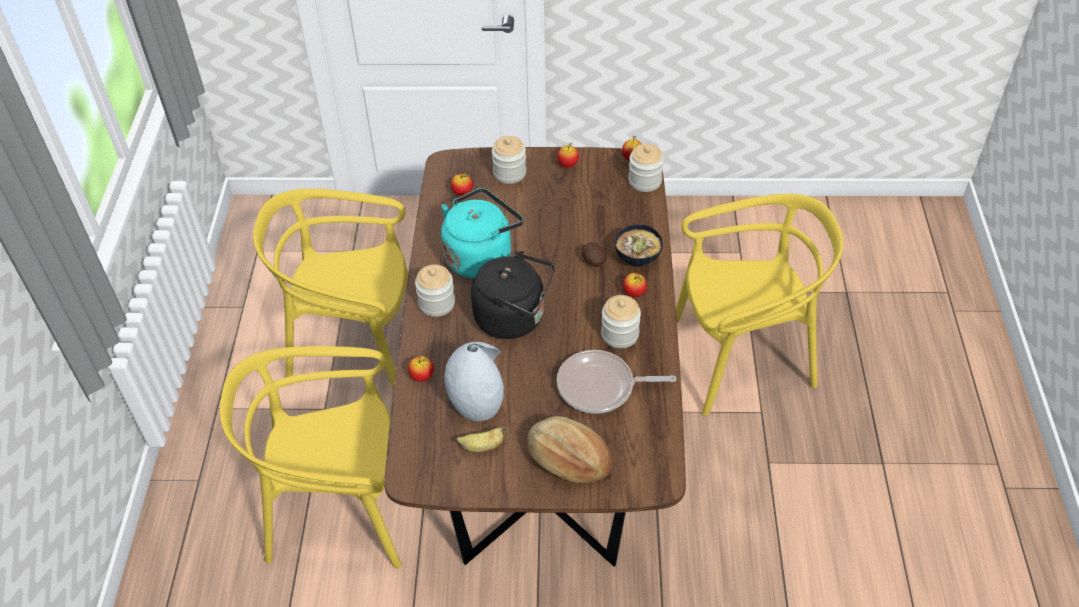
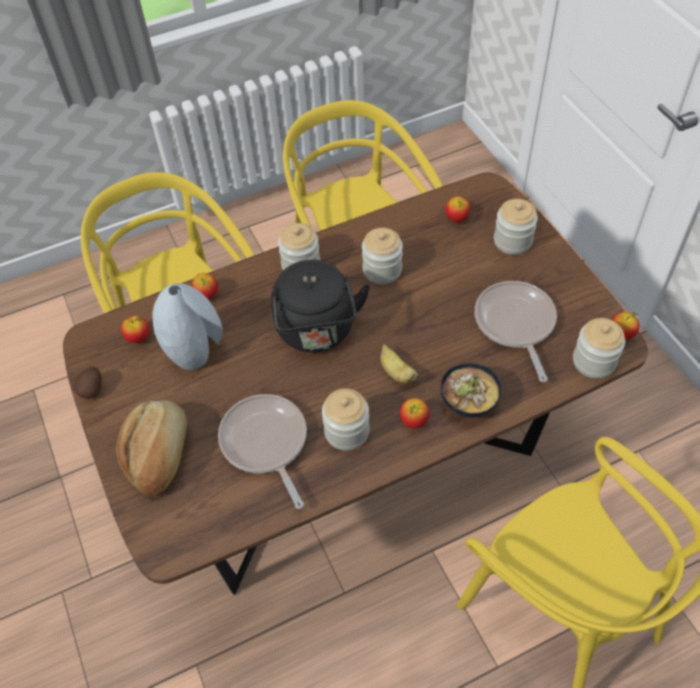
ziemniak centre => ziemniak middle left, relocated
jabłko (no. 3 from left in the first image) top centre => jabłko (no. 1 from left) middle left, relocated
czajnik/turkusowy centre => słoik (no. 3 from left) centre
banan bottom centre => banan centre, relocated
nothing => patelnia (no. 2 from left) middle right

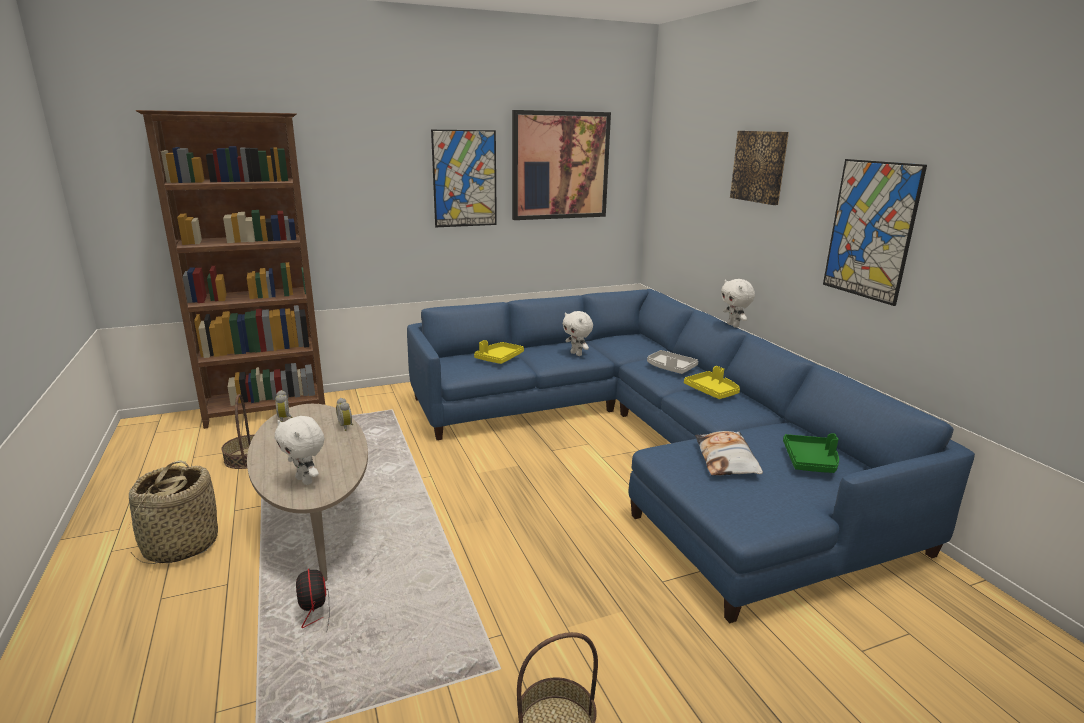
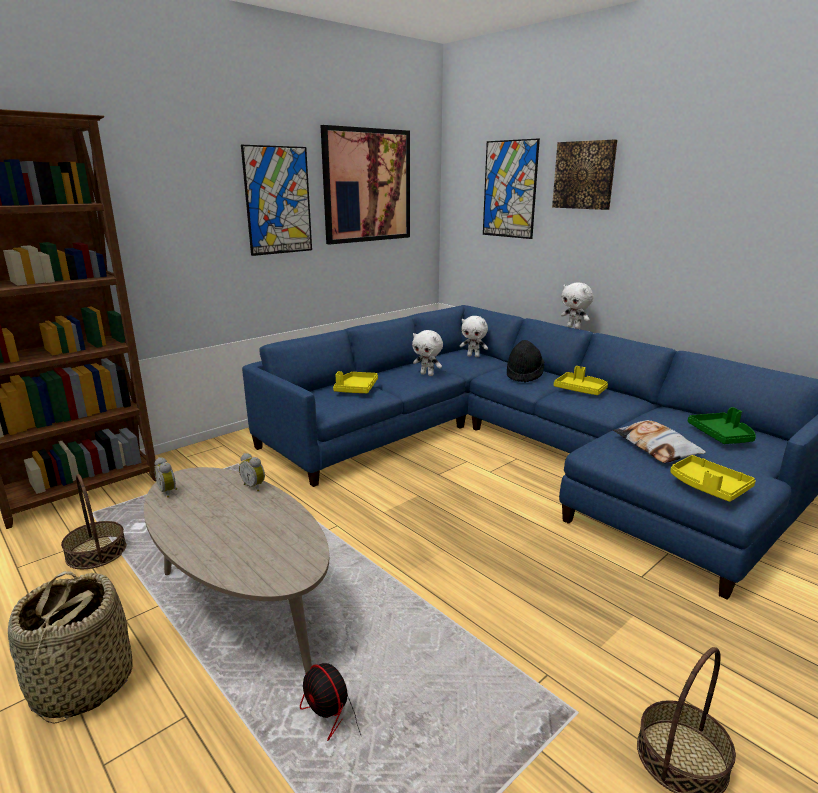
pluszak/biały (no. 1 from left in the first image) middle left => pluszak/biały (no. 2 from left) centre, relocated
obraz (no. 4 from left in the first image) top right => obraz (no. 3 from left) top centre, relocated
taca/szary centre => kapelusz/czarny centre
nothing => taca/żółty (no. 3 from left) middle right

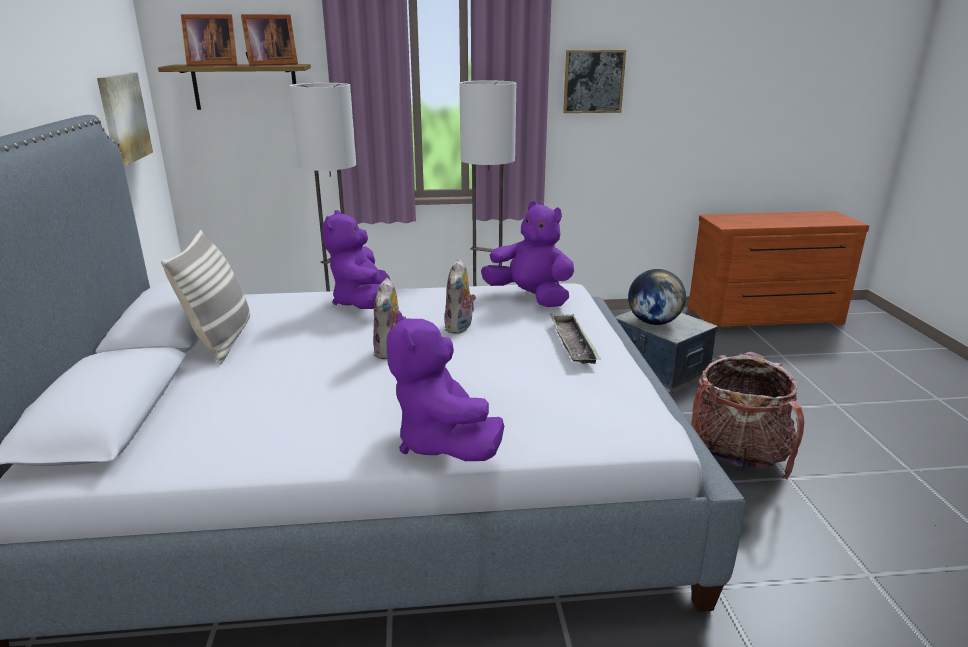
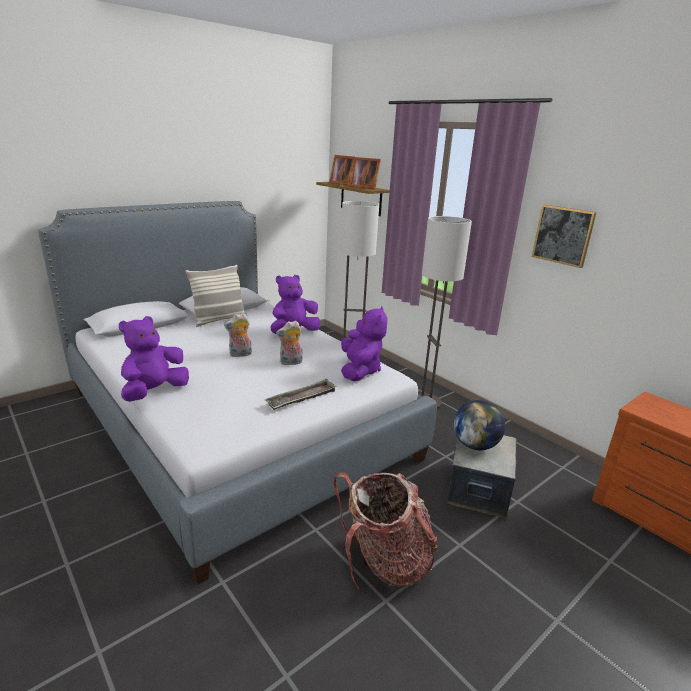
obraz (no. 1 from left) top left => nothing

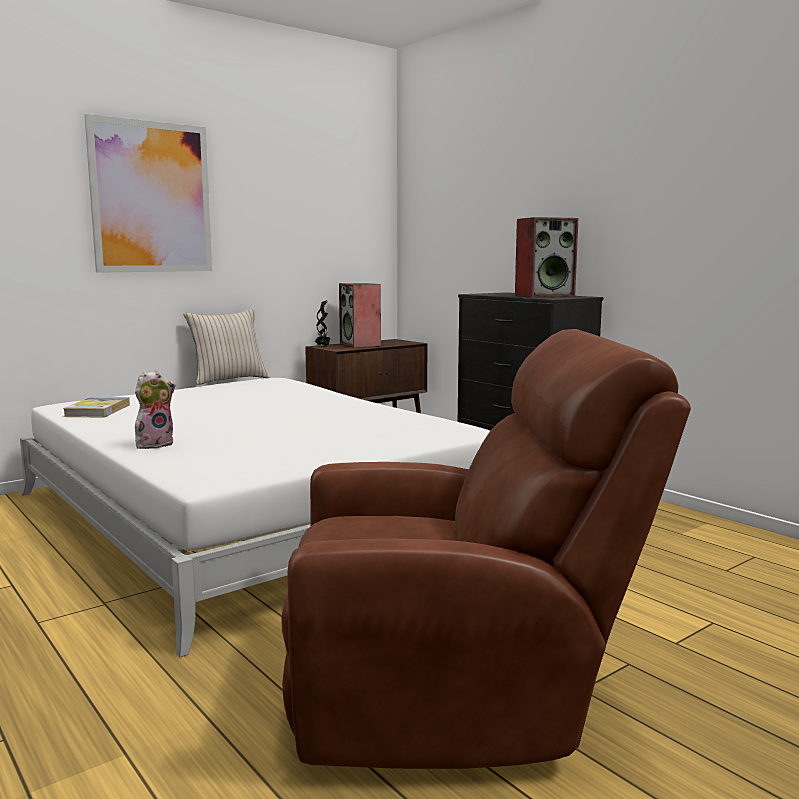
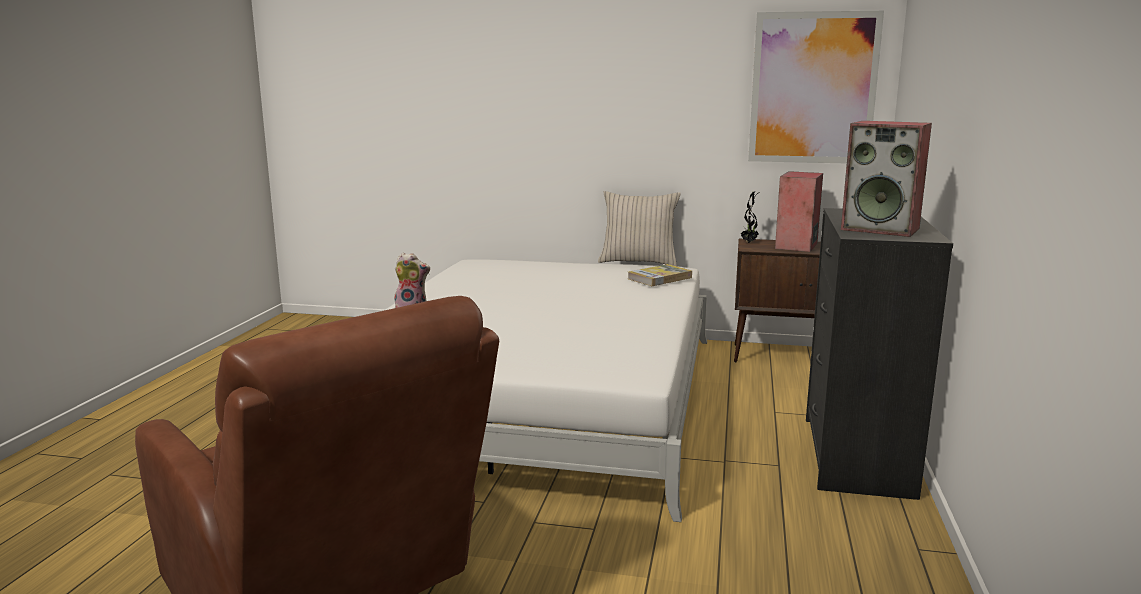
książka middle left => książka centre, relocated
obraz top left => obraz top right, relocated

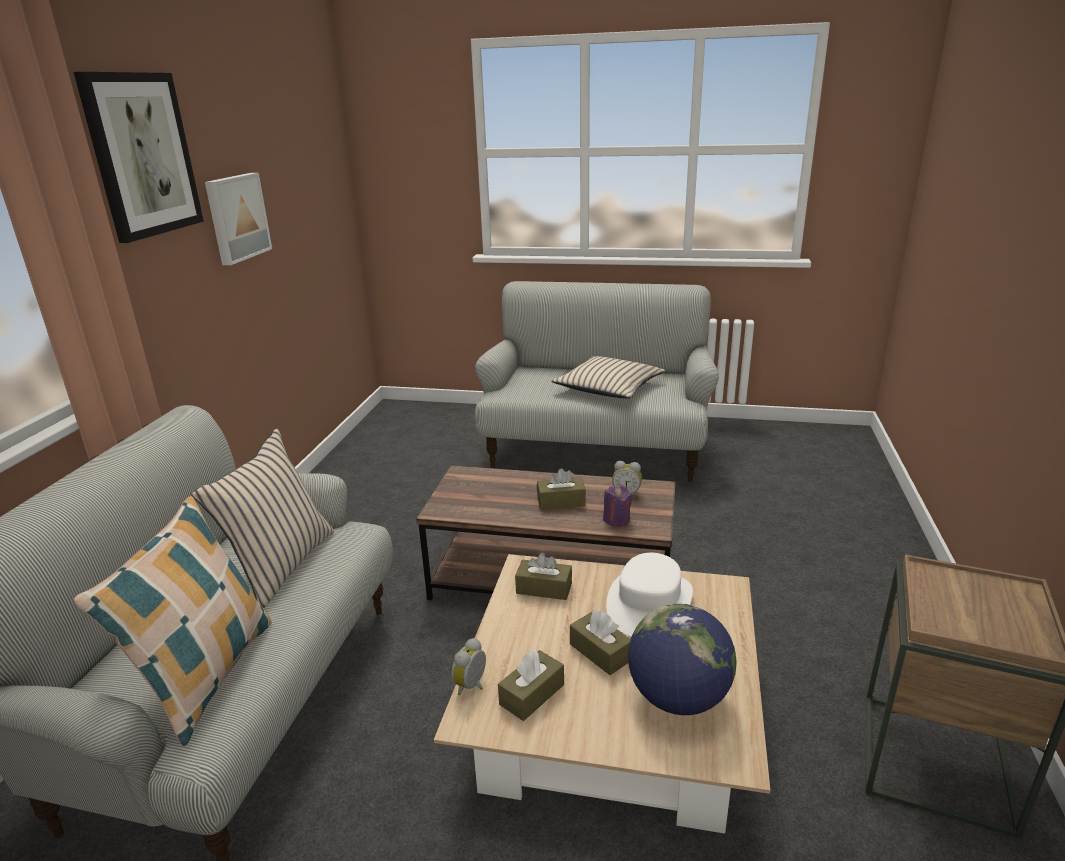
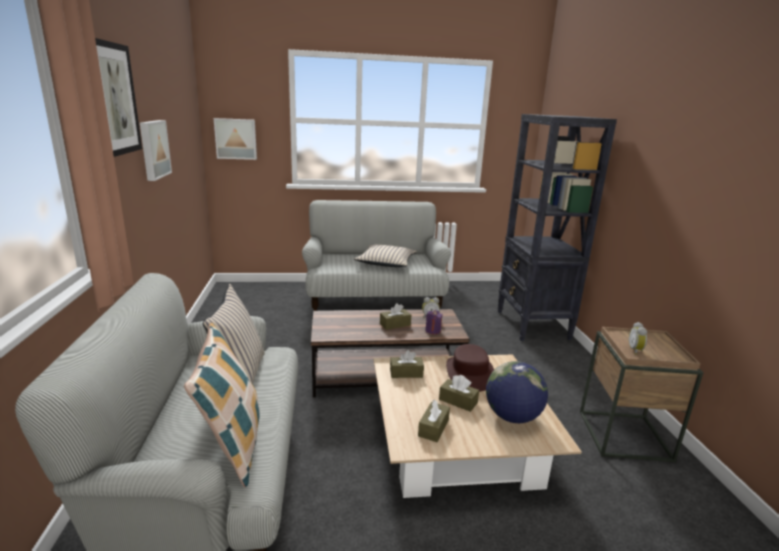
nothing => obraz (no. 3 from left) top left
kapelusz/biały bottom centre => kapelusz/brązowy bottom centre
nothing => regał/czarny middle right
budzik (no. 1 from left in the first image) bottom centre => budzik (no. 2 from left) middle right, relocated

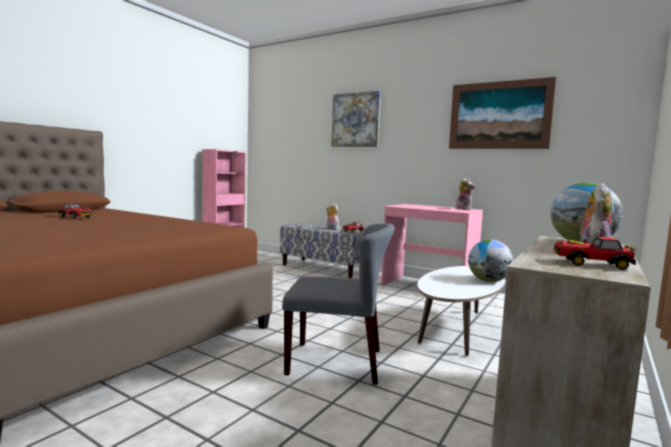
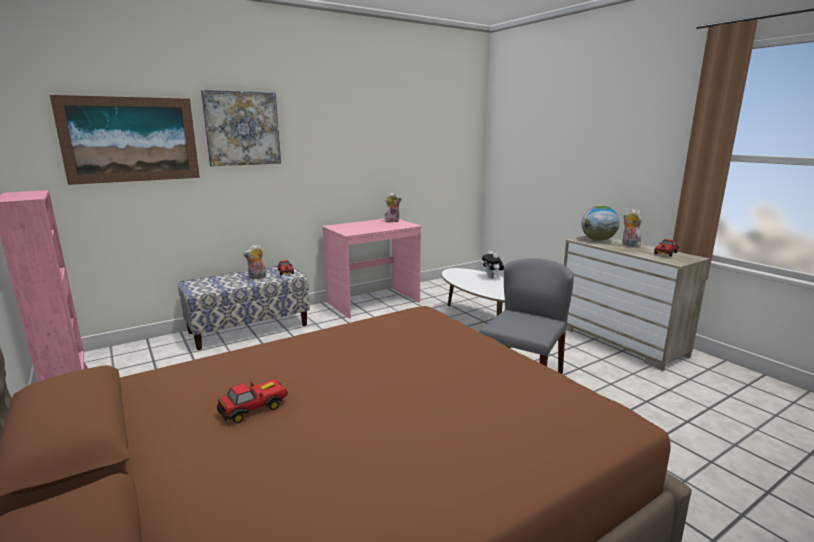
obraz (no. 2 from left in the first image) top right => obraz (no. 1 from left) top left, relocated
globus (no. 1 from left) middle right => pluszak (no. 3 from left) centre

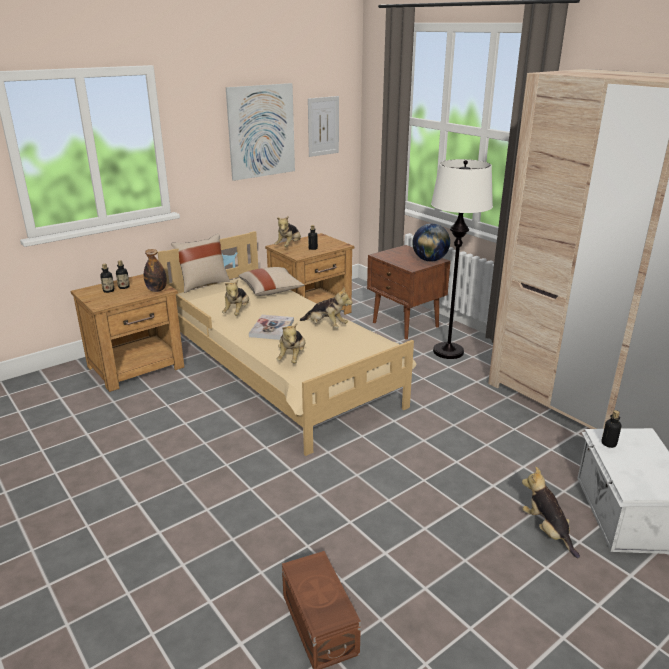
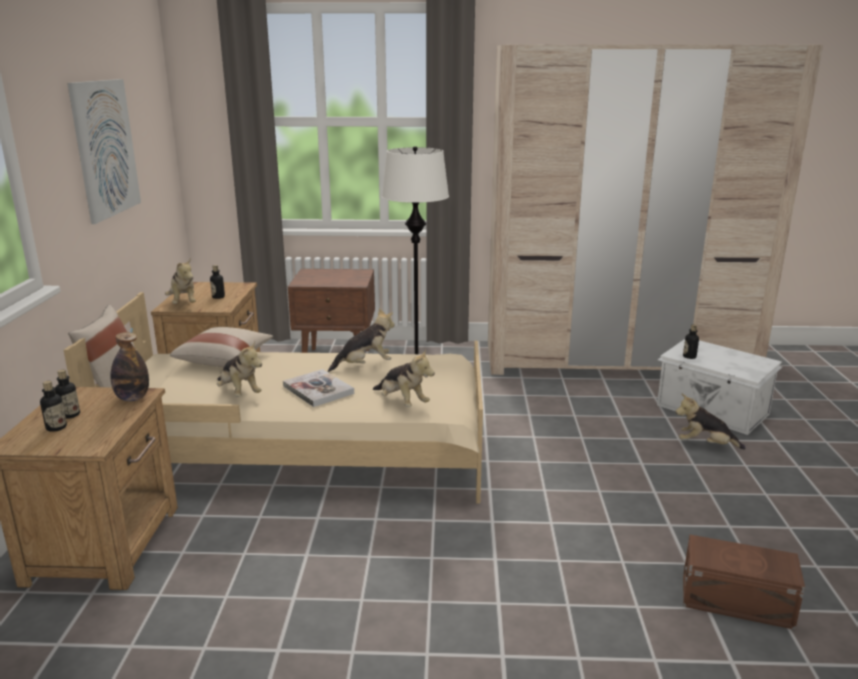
obraz (no. 2 from left) top centre => nothing
globus centre => nothing

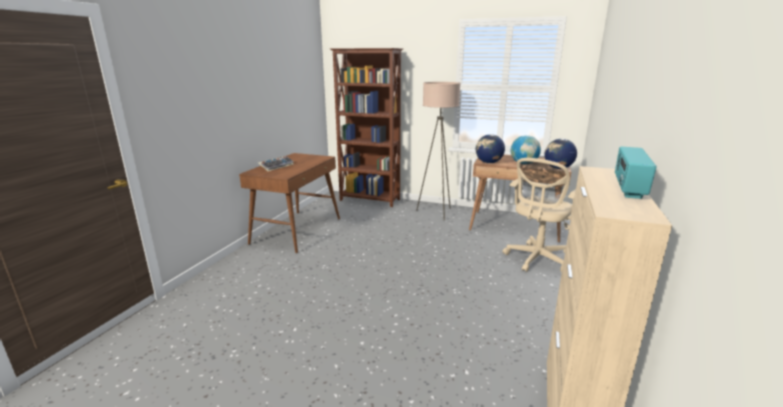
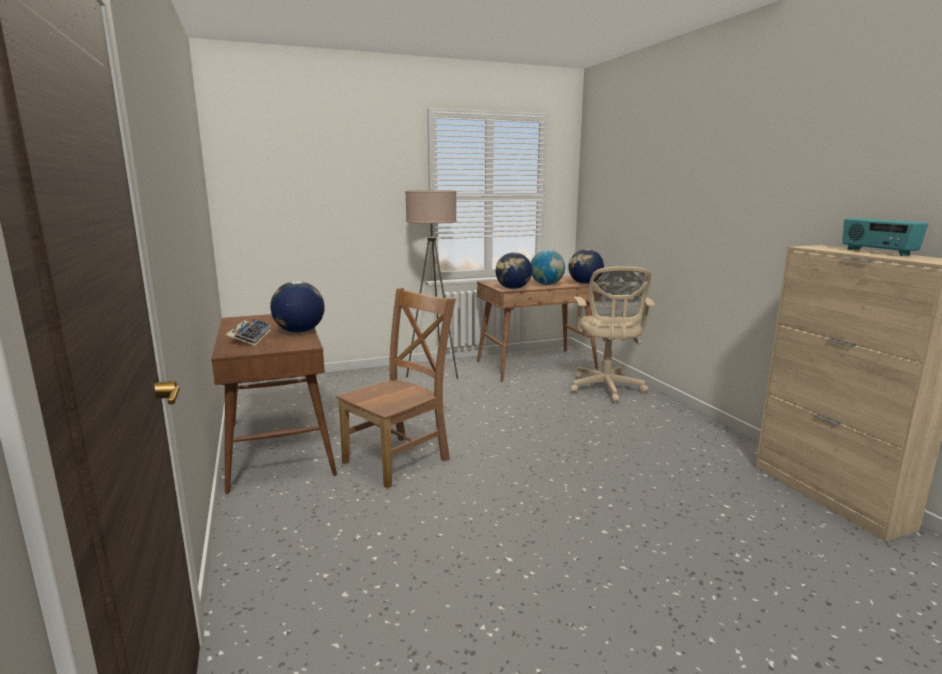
nothing => globus (no. 1 from left) middle left
nothing => krzesło/brązowy centre
regał/brązowy top centre => nothing

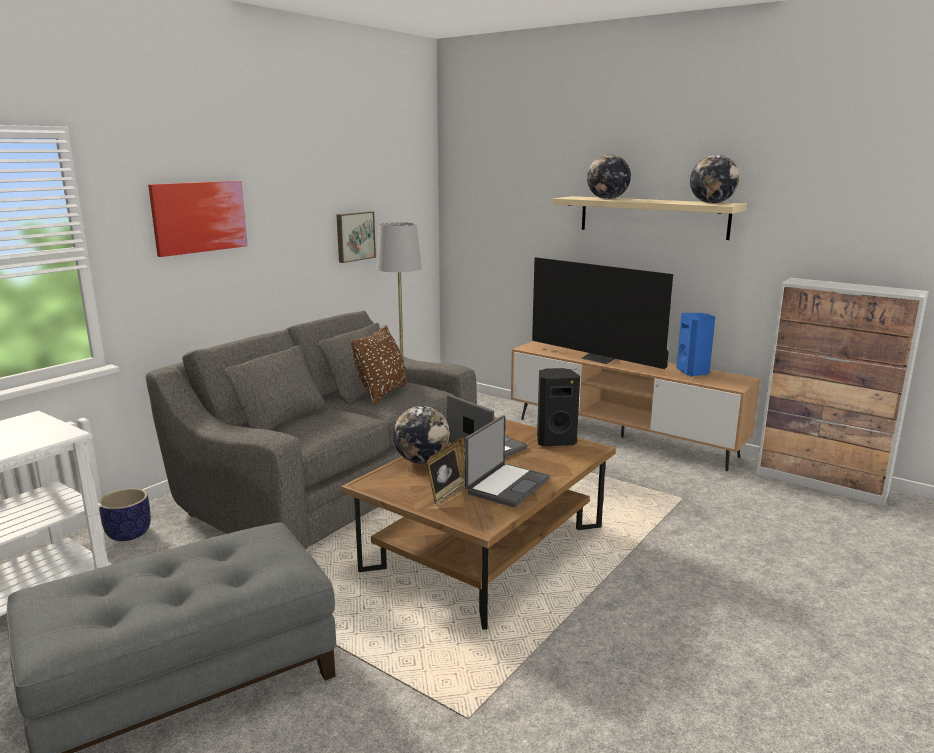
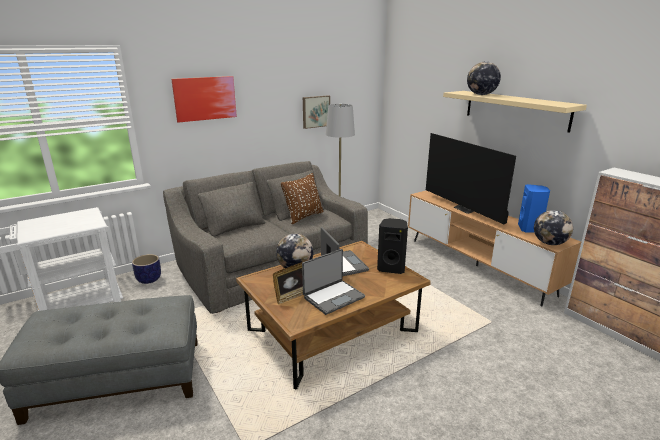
globus (no. 3 from left) top right => globus (no. 3 from left) middle right, relocated

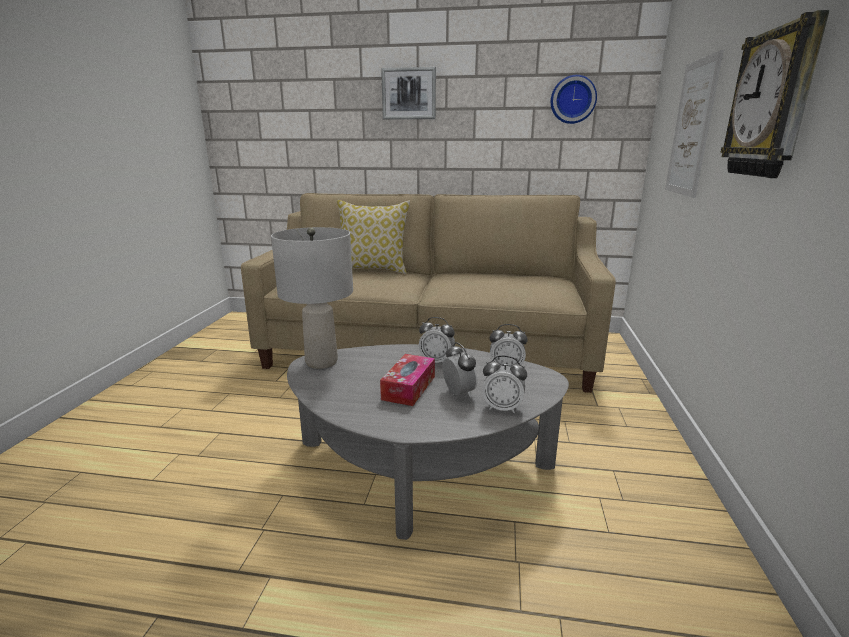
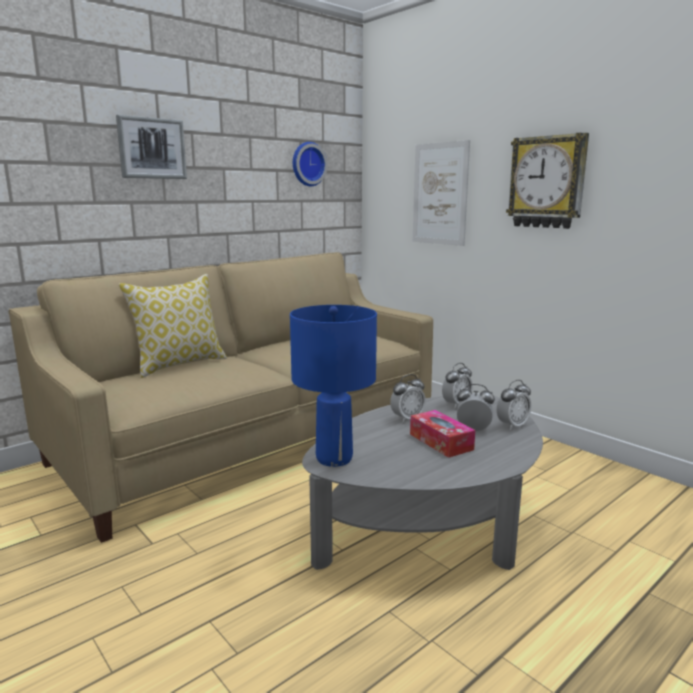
lampa stołowa/szary centre => lampa stołowa/niebieski centre

